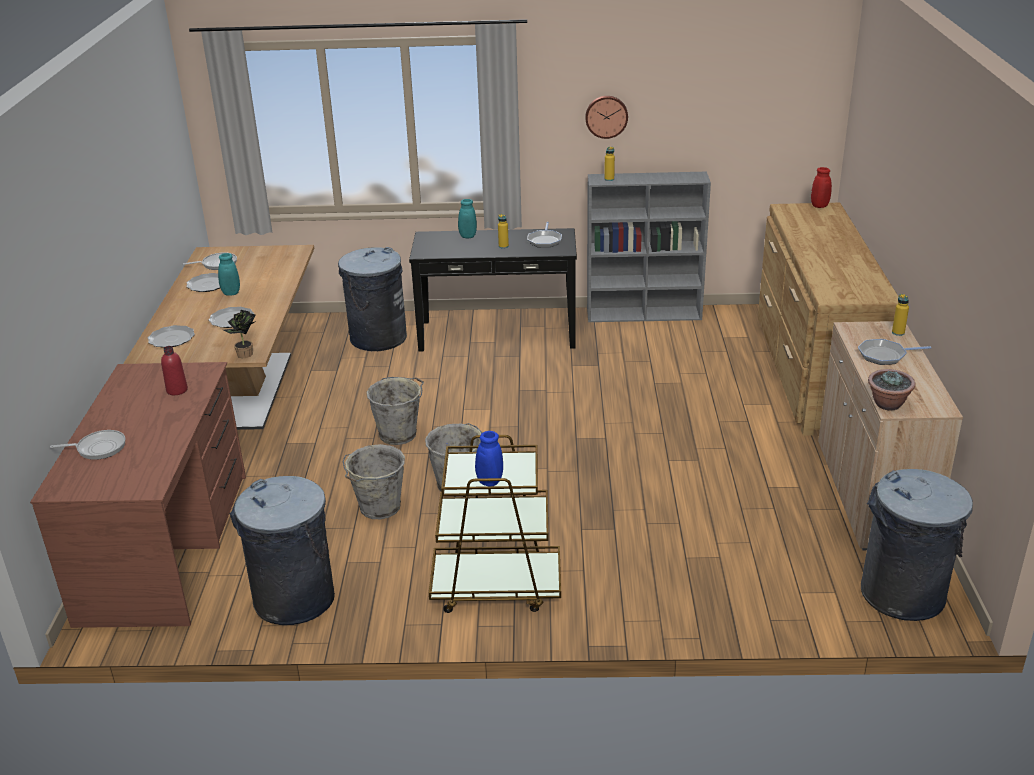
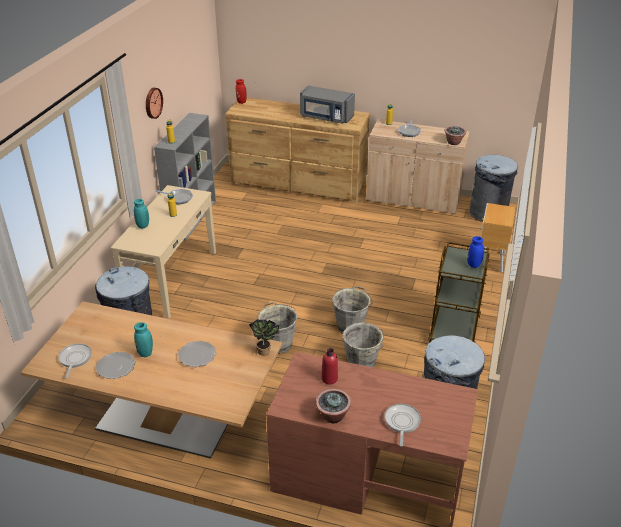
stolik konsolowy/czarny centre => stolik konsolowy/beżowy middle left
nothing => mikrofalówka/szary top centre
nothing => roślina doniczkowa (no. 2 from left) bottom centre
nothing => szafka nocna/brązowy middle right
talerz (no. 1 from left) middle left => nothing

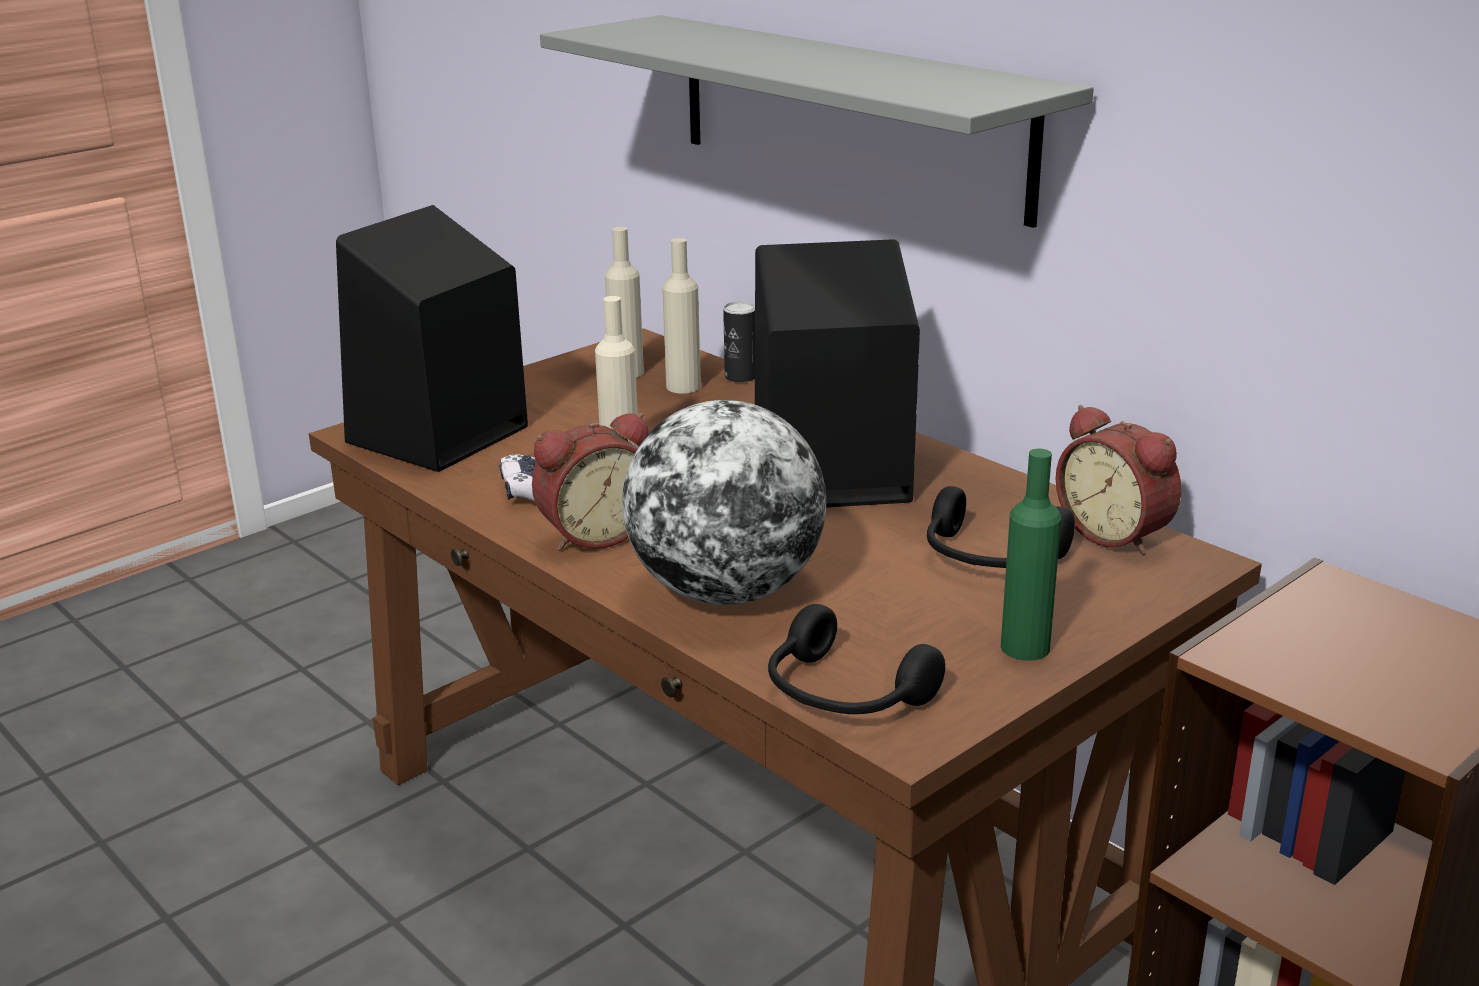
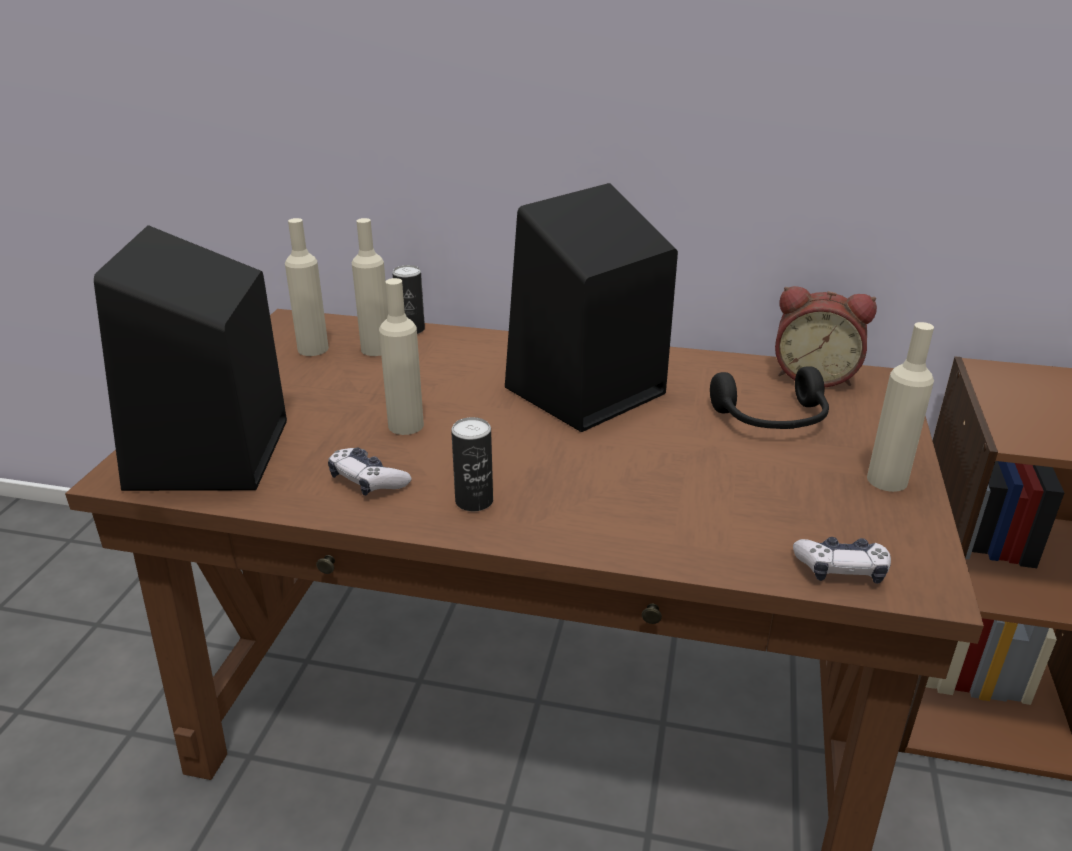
budzik (no. 1 from left) centre => puszka (no. 2 from left) centre
słuchawki/czarny (no. 1 from left) bottom centre => pad do gier (no. 2 from left) middle right
butelka/zielony middle right => butelka/beżowy (no. 4 from left) middle right
półka/szary top centre => nothing
globus centre => nothing

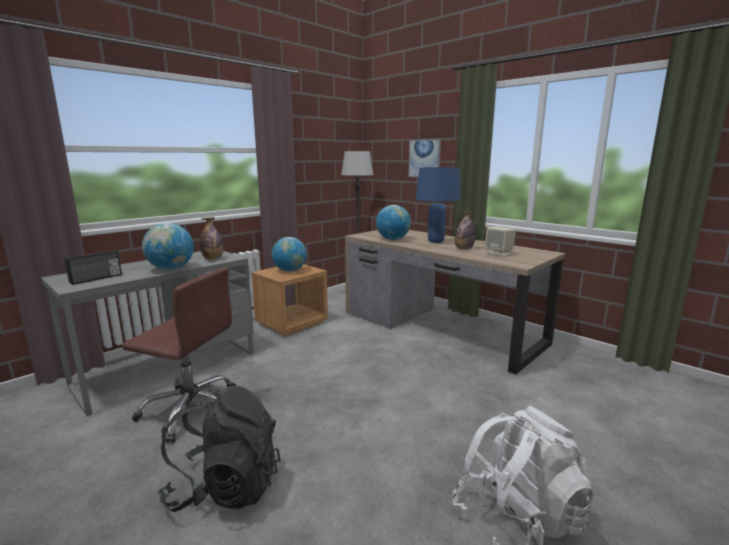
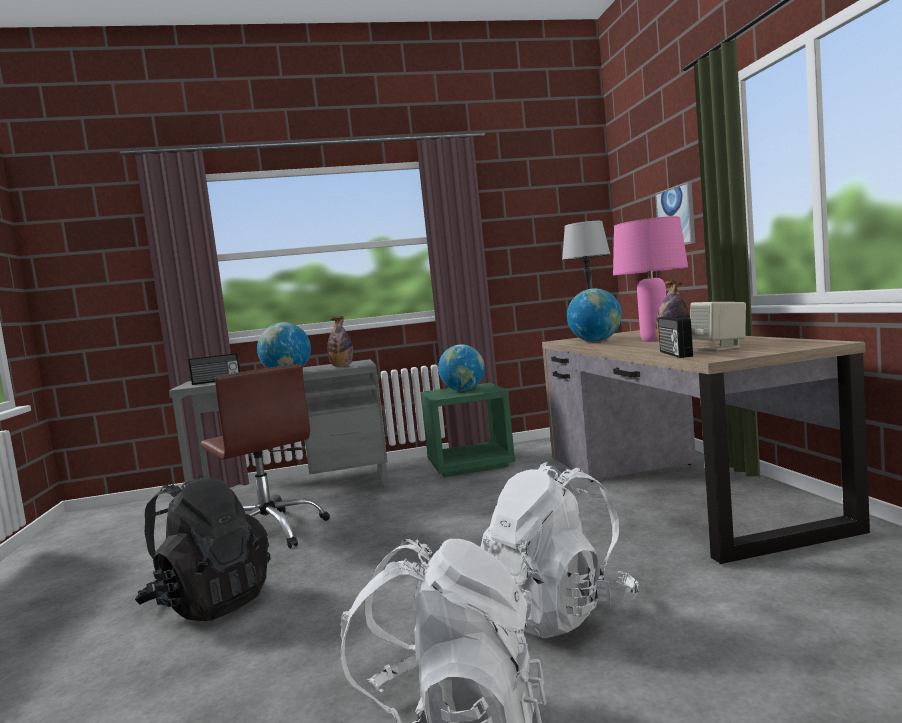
szafka nocna/brązowy centre => szafka nocna/zielony centre
nothing => plecak/biały (no. 2 from left) bottom centre
lampa stołowa/niebieski centre => lampa stołowa/różowy middle right
nothing => radio (no. 2 from left) middle right

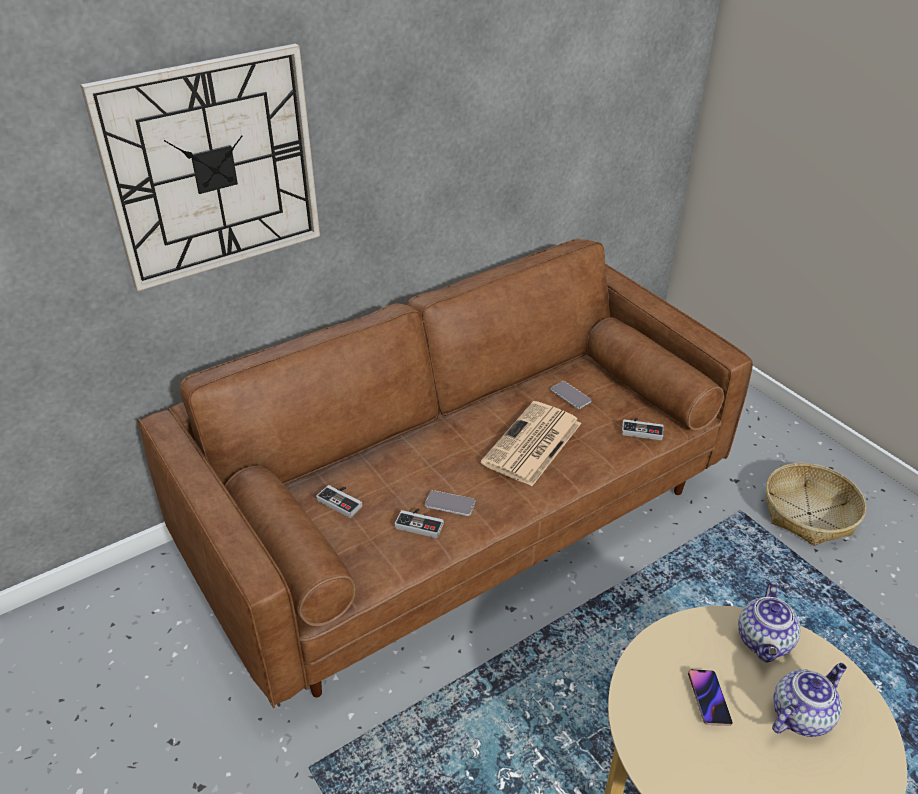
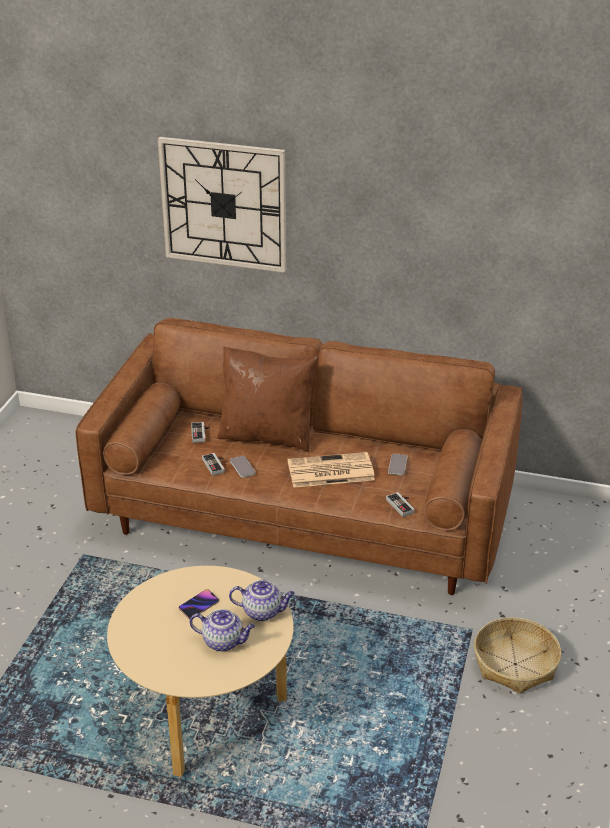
nothing => poduszka/brązowy centre
imbryk (no. 1 from left in the first image) bottom right => imbryk (no. 2 from left) bottom centre, 150 degrees counterclockwise

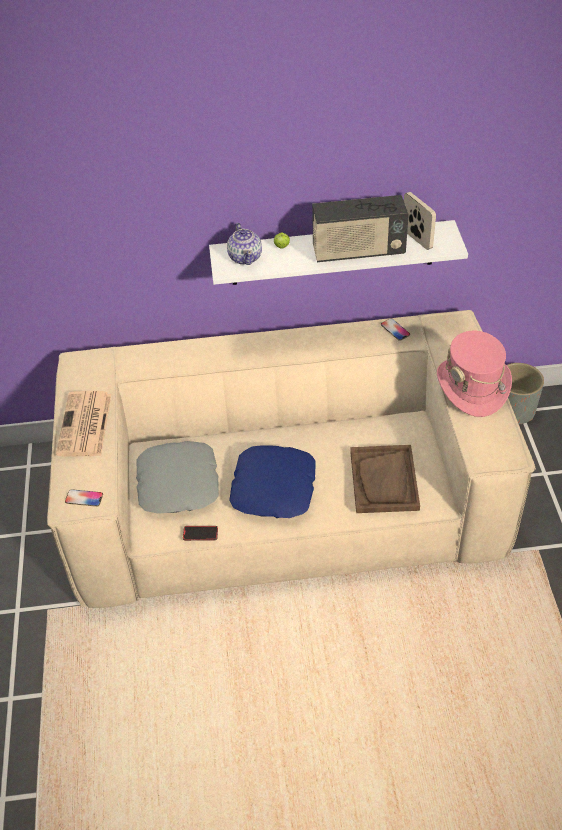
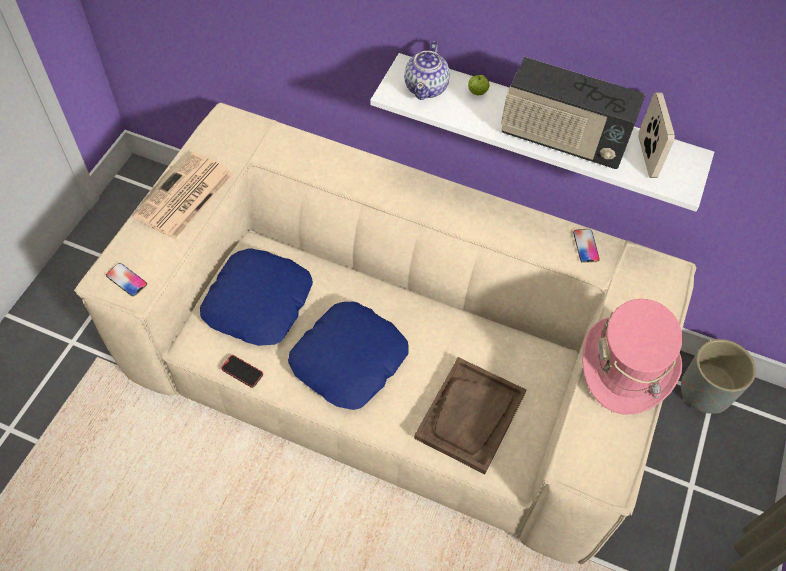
poduszka/szary middle left => poduszka/niebieski (no. 1 from left) middle left

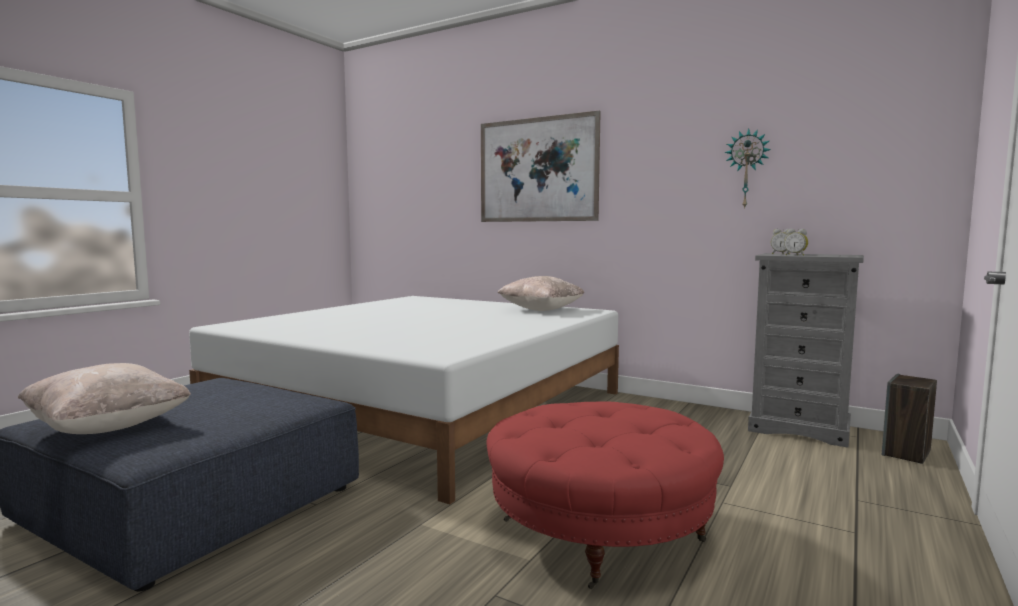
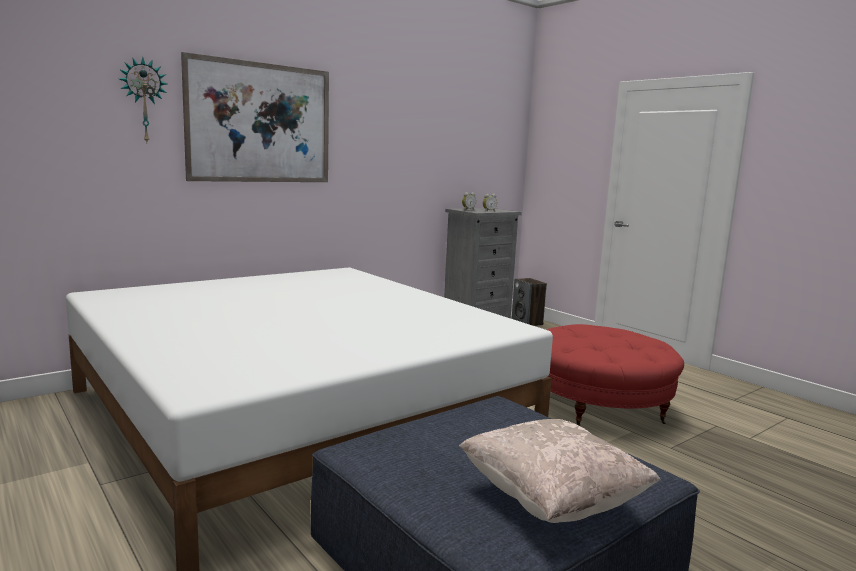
zegar ścienny top right => zegar ścienny top left, relocated
poduszka/beżowy (no. 2 from left) centre => nothing

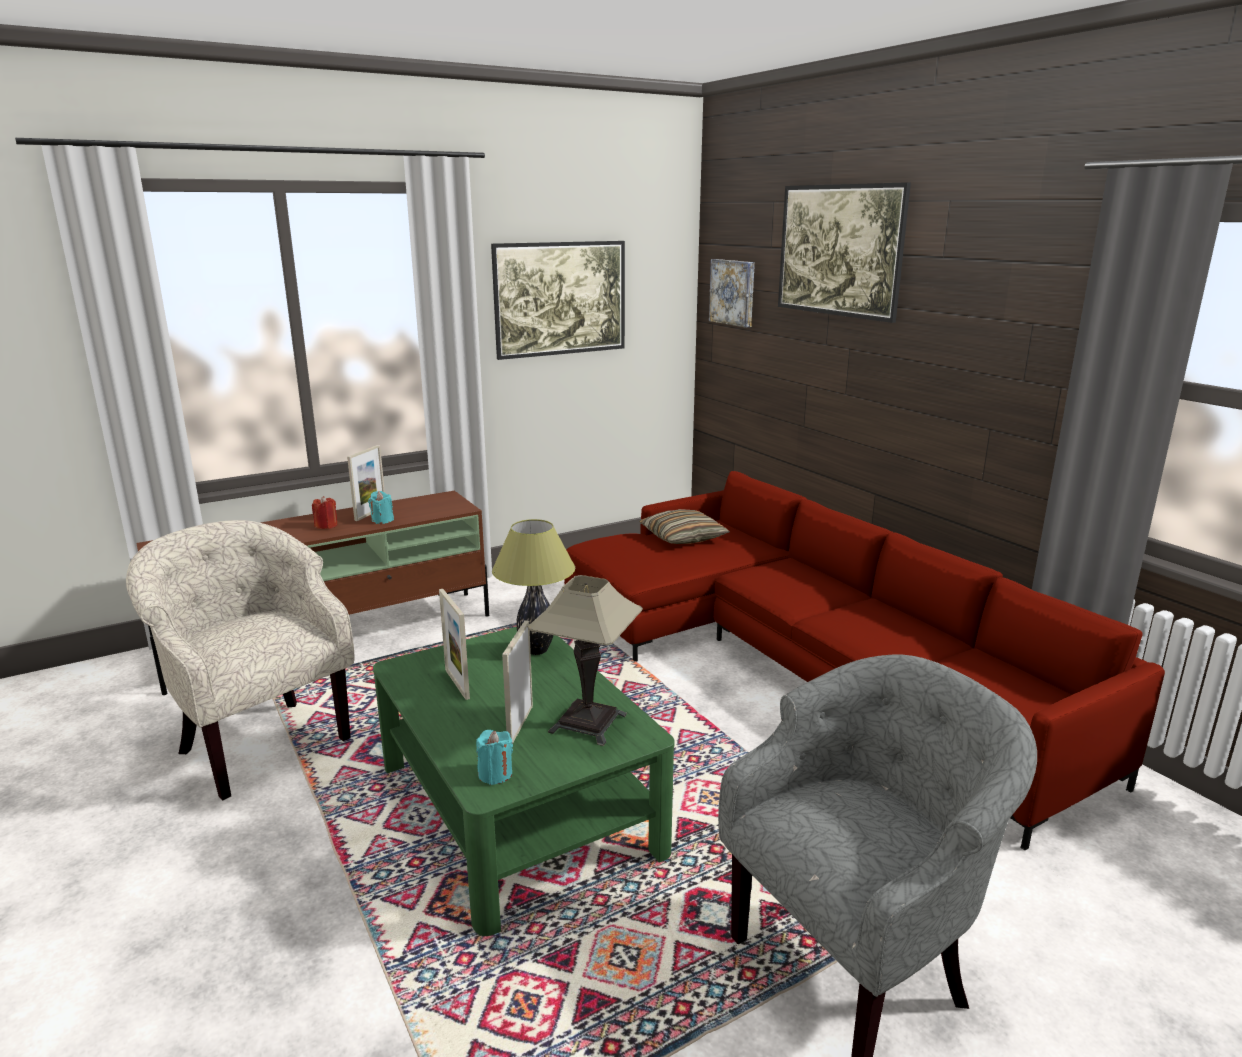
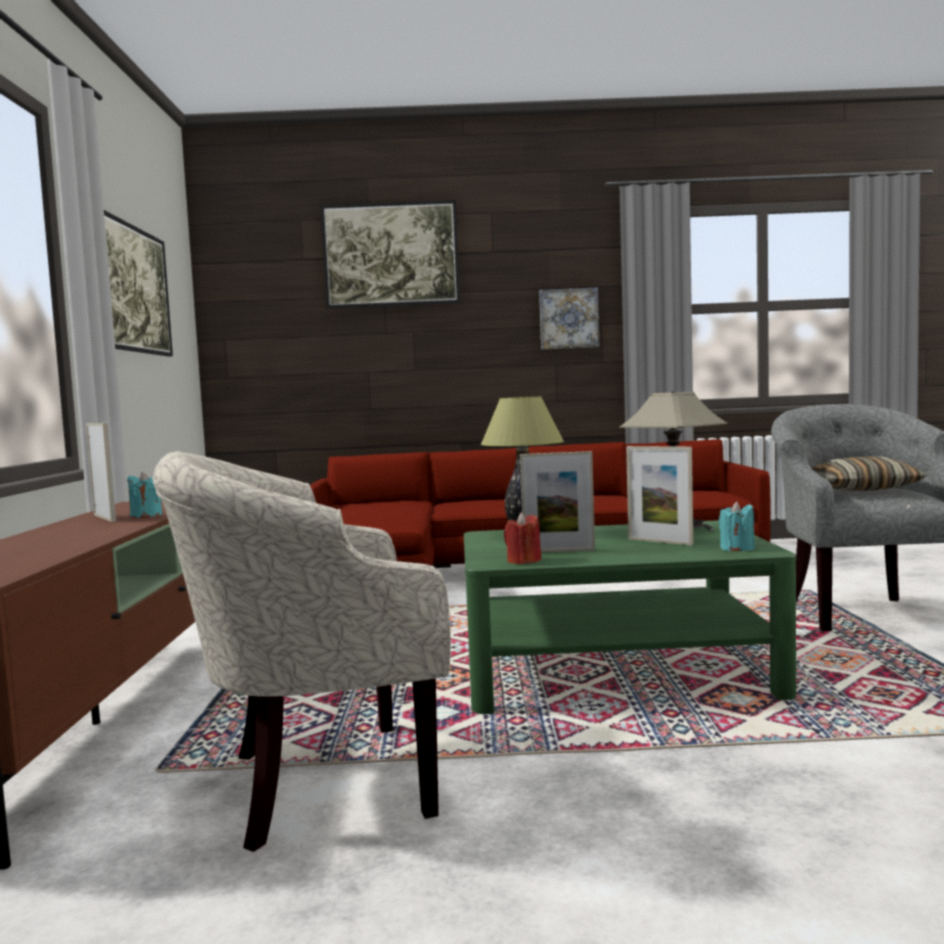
świeca/czerwony middle left => świeca/czerwony centre, relocated
obraz (no. 2 from left in the first image) top centre => obraz (no. 3 from left) centre, relocated
poduszka centre => poduszka middle right, relocated

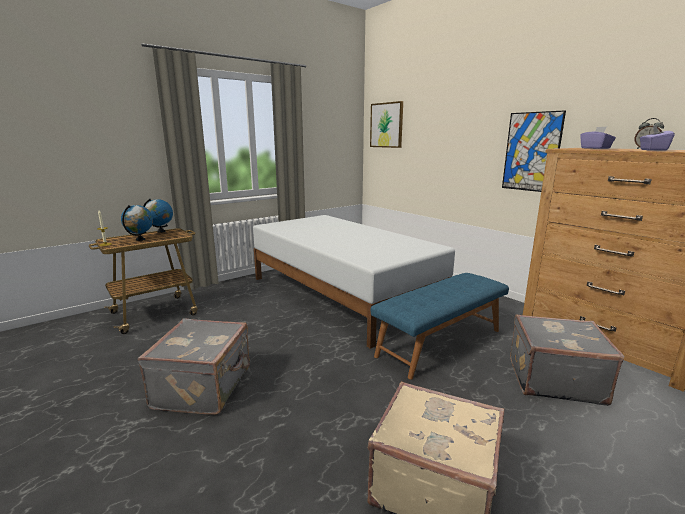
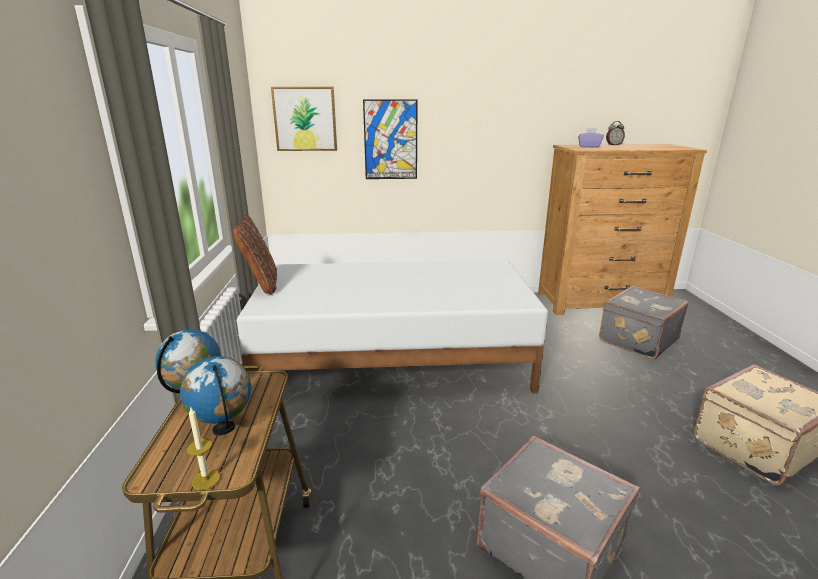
nothing => poduszka/brązowy middle left
obraz (no. 2 from left) top right => obraz (no. 2 from left) top centre, relocated
ławka/niebieski centre => nothing
pudełko chusteczek/fioletowy (no. 2 from left) top right => nothing

